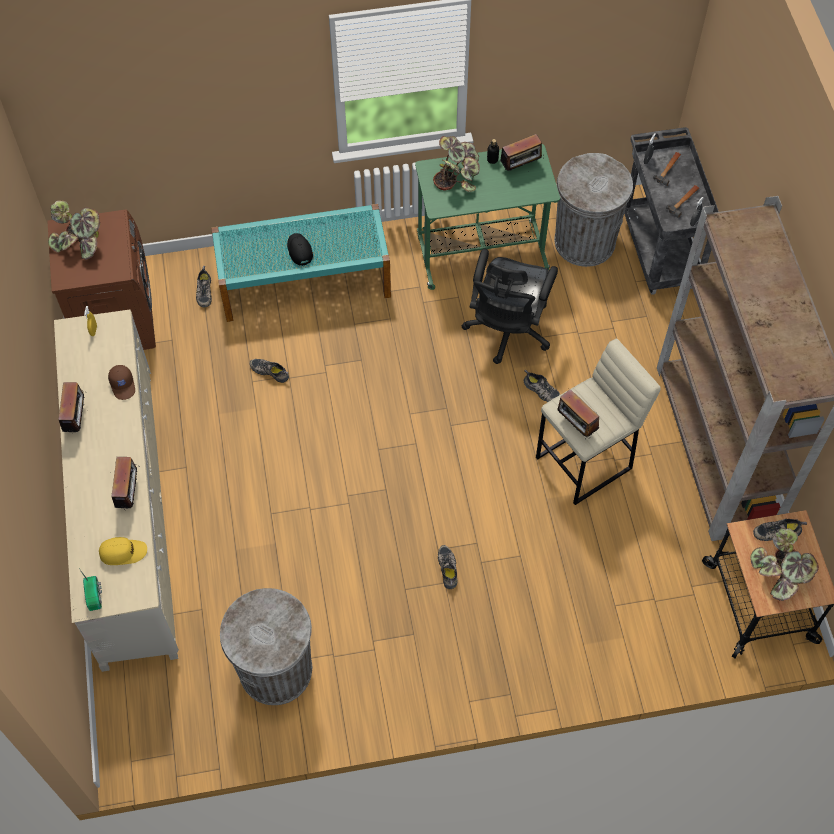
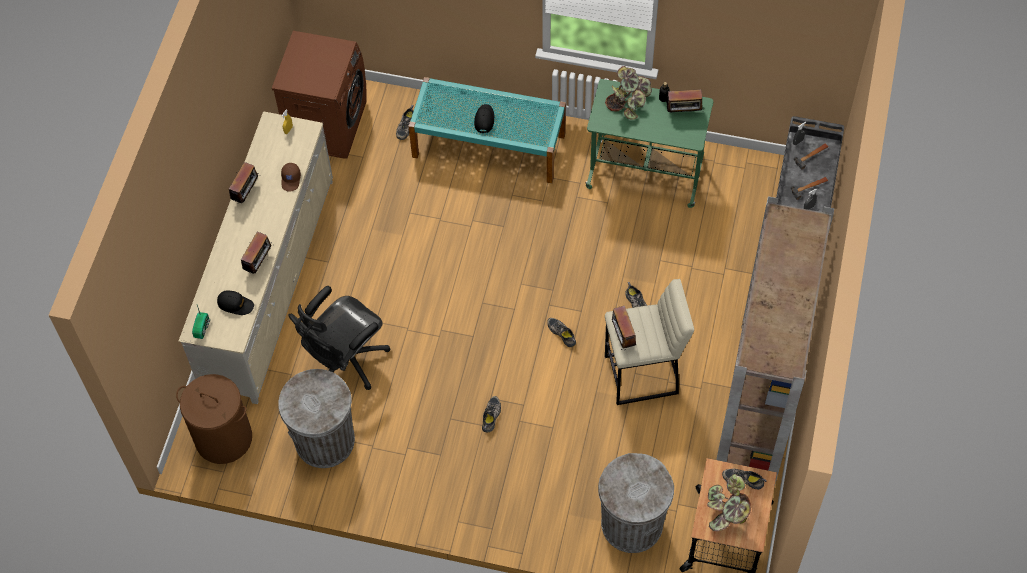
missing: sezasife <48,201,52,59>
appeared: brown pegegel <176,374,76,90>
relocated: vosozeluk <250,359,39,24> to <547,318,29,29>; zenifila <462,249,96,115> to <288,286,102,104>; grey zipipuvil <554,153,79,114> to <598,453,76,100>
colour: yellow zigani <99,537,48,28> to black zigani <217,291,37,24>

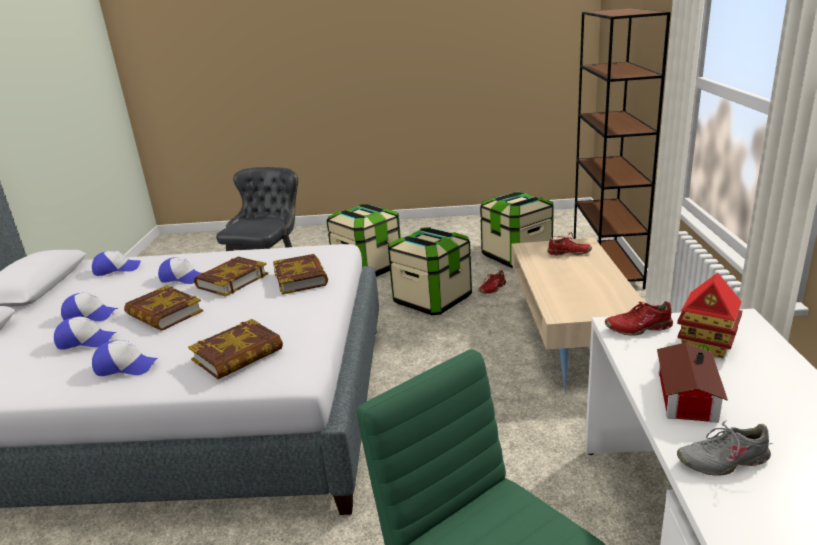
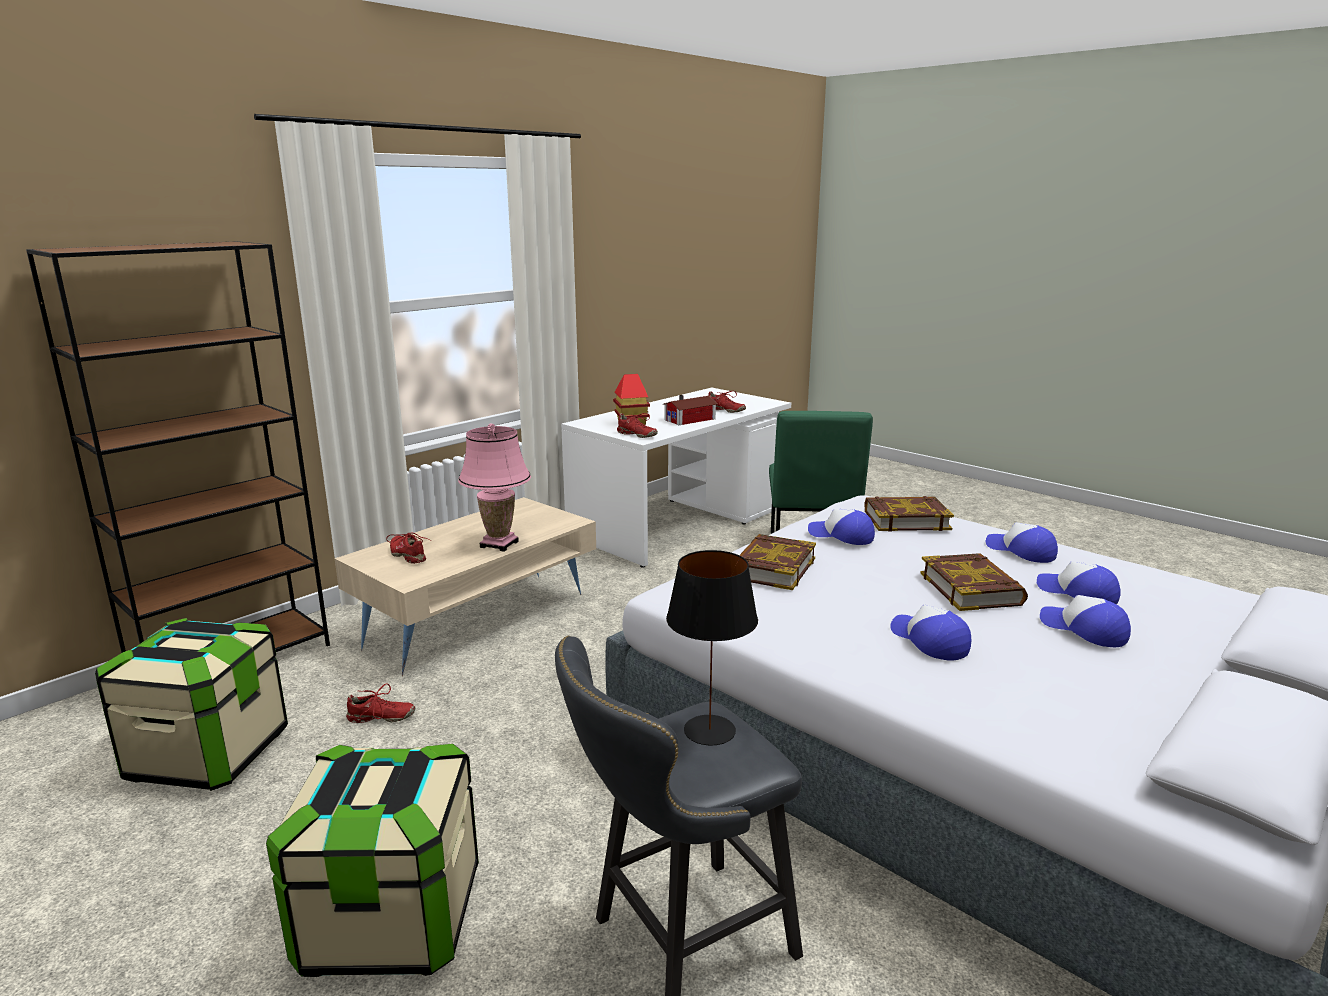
missing: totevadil <194,257,74,40>; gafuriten <388,227,84,88>
appeared: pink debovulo <458,423,73,129>; black debovulo <666,550,92,195>
relocated: zigani <92,251,49,25> to <808,509,67,36>
colour: grey vosozeluk <677,421,96,55> to red vosozeluk <708,390,38,23>

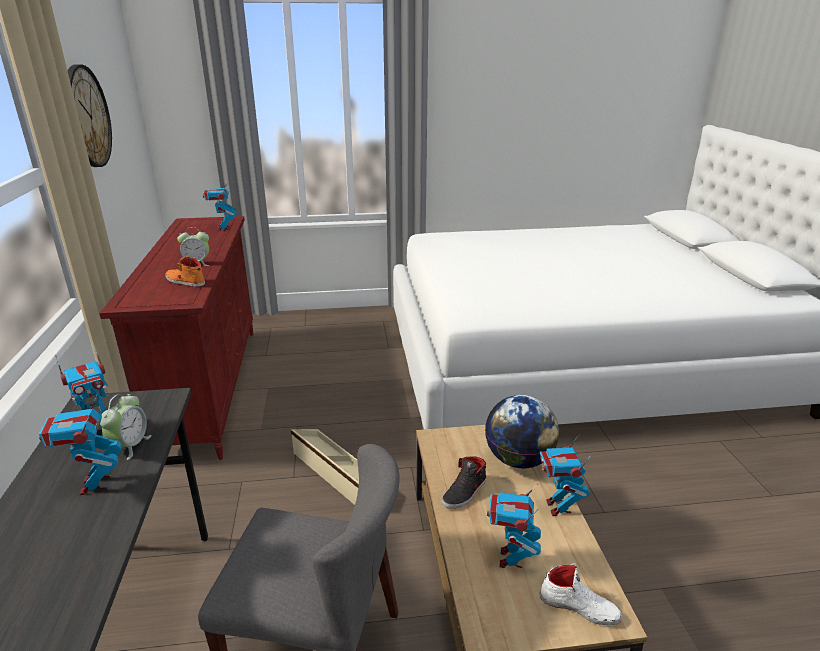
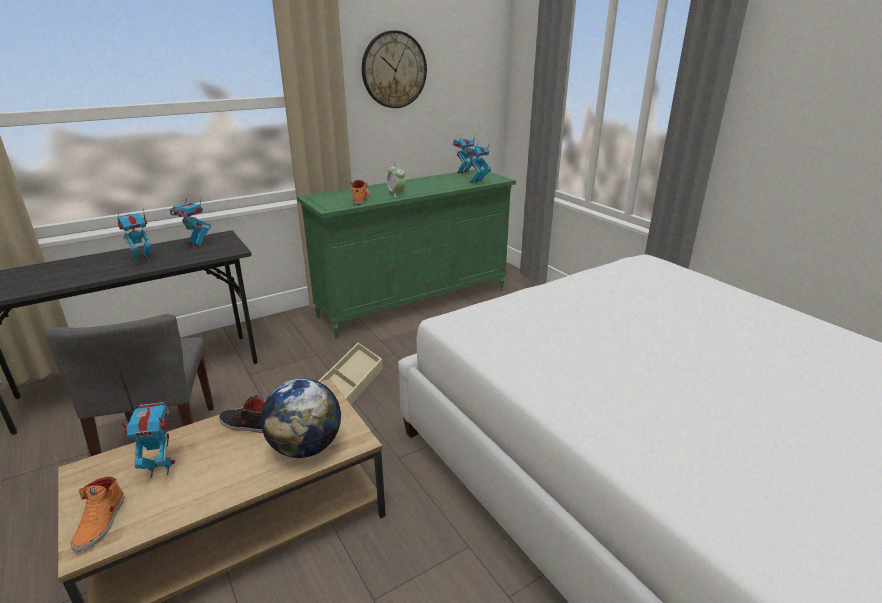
missing: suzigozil <100,394,52,66>
relocated: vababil <540,434,51,82> to <453,134,23,41>
colour: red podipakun <99,216,154,244> to green podipakun <296,169,220,169>; white vosozeluk <540,563,82,62> to orange vosozeluk <71,476,54,75>

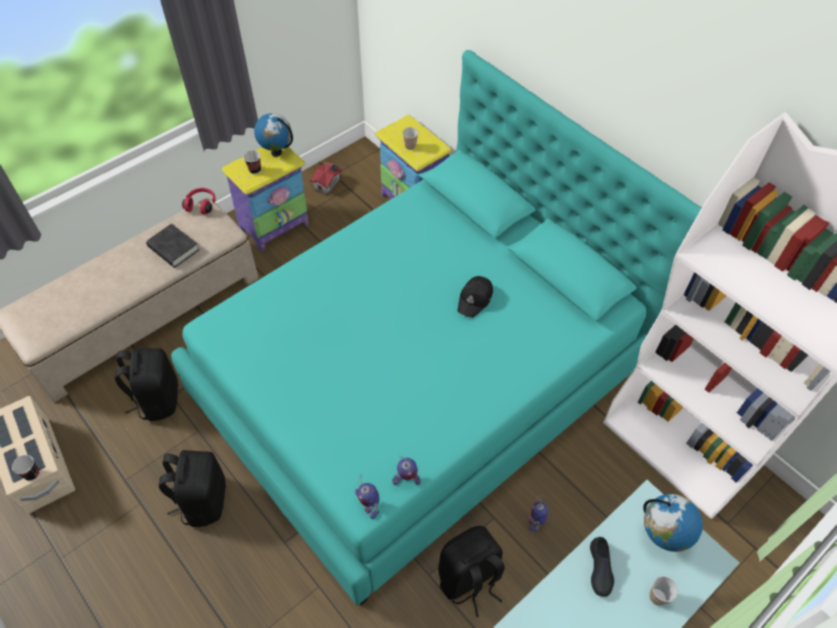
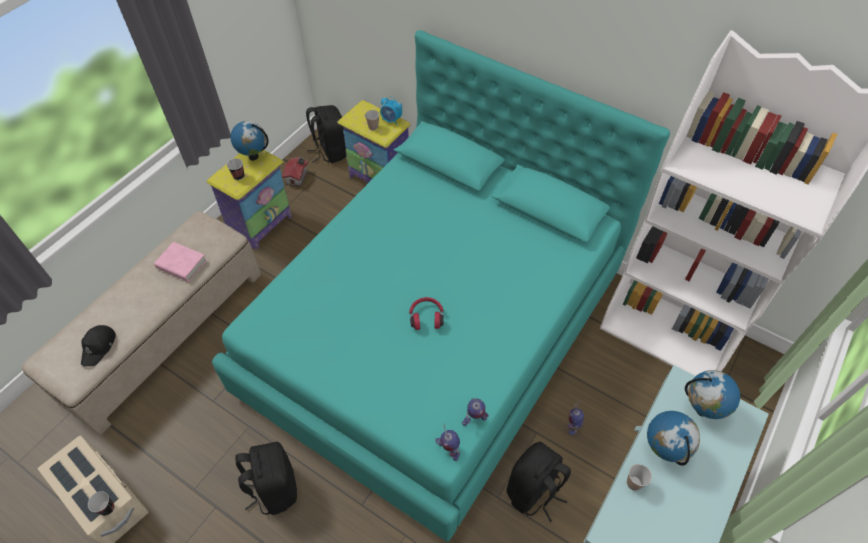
appeared: suzigozil <380,96,22,29>
relocated: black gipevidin <115,348,63,73> to <306,105,41,58>; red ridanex <182,188,34,27> to <409,297,35,33>; black zigani <458,276,35,42> to <81,325,35,42>; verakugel <649,576,29,30> to <627,464,25,27>
exchanged: black vosozeluk <590,537,24,60> to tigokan <647,411,53,54>
colour: black totevadil <146,224,53,44> to pink totevadil <154,242,53,40>

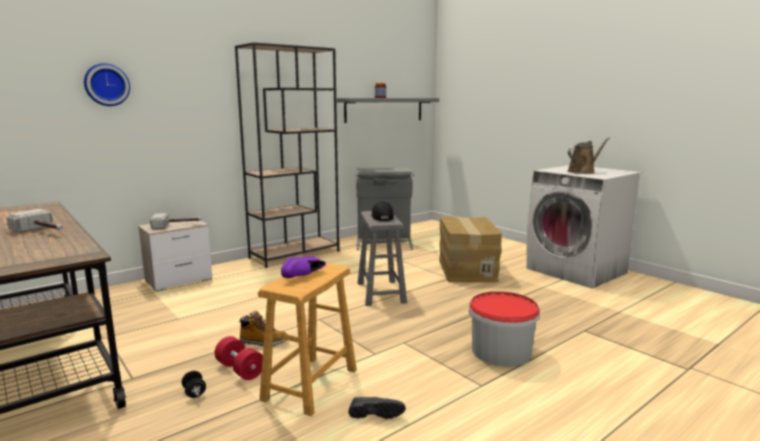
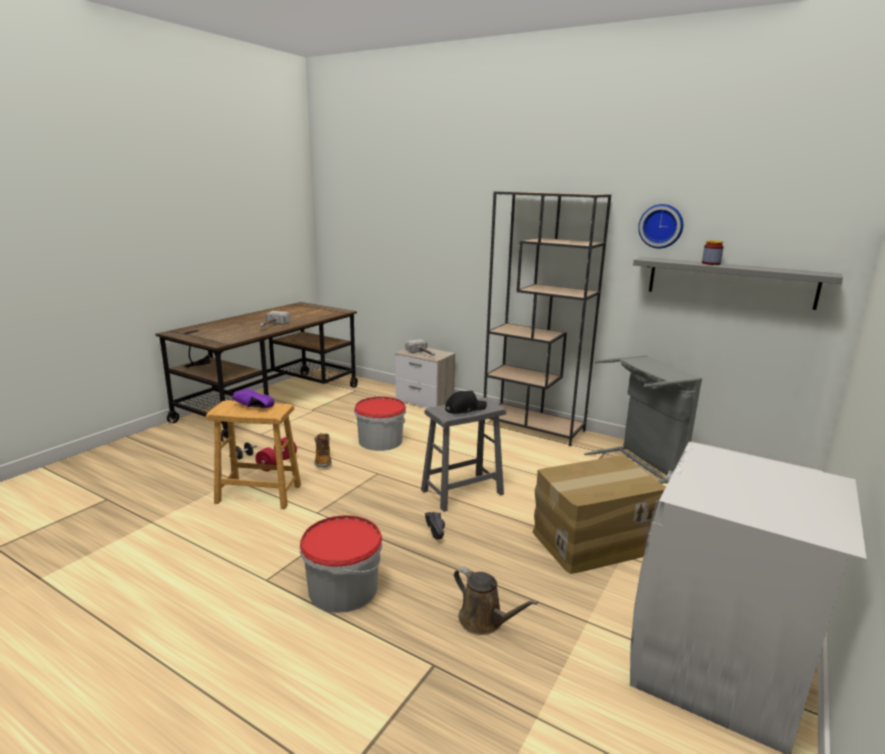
appeared: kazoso <354,397,52,54>
relocated: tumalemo <84,63,46,43> to <638,204,45,44>; black vosozeluk <349,397,57,22> to <425,512,20,28>; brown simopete <567,137,43,37> to <454,567,84,68>

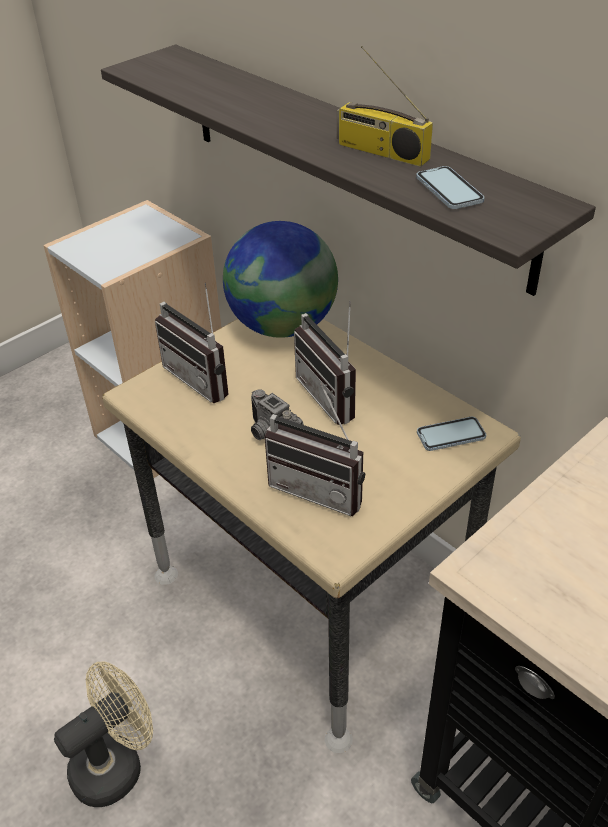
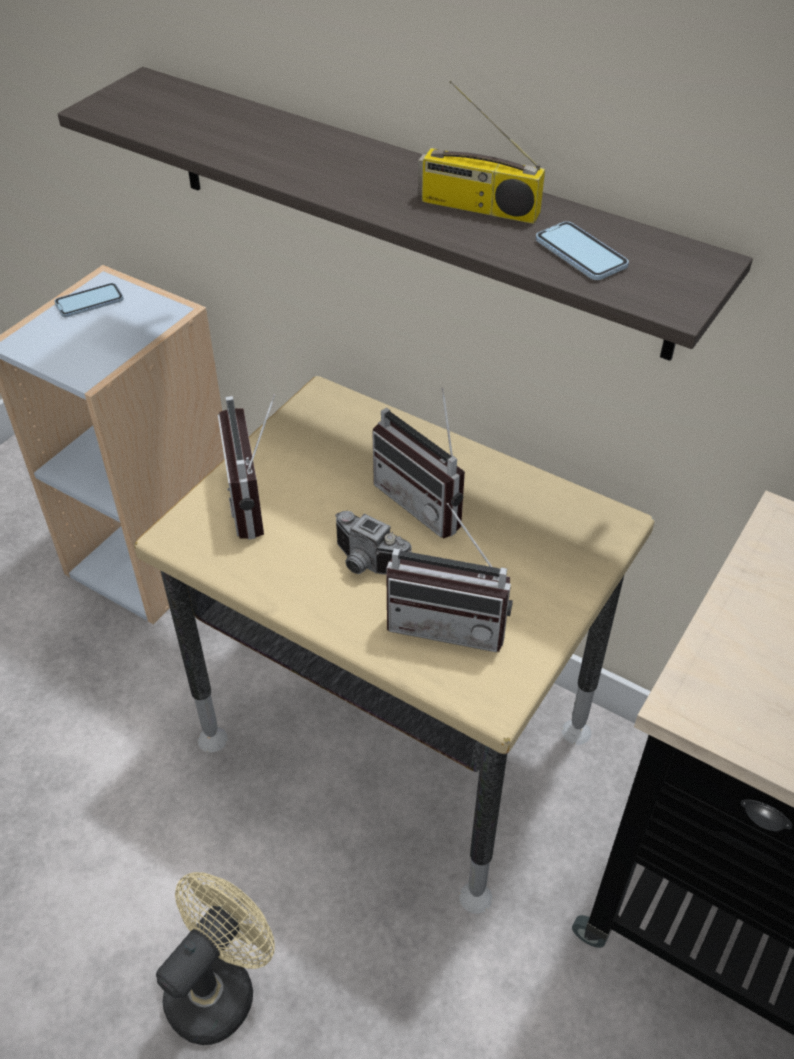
missing: tigokan <223,221,115,117>
relocated: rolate <417,417,69,34> to <54,283,70,34>
spun: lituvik <155,283,74,120> = <218,394,57,146> 45 degrees clockwise

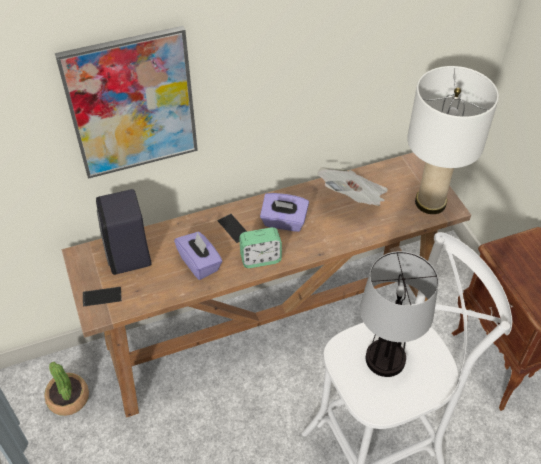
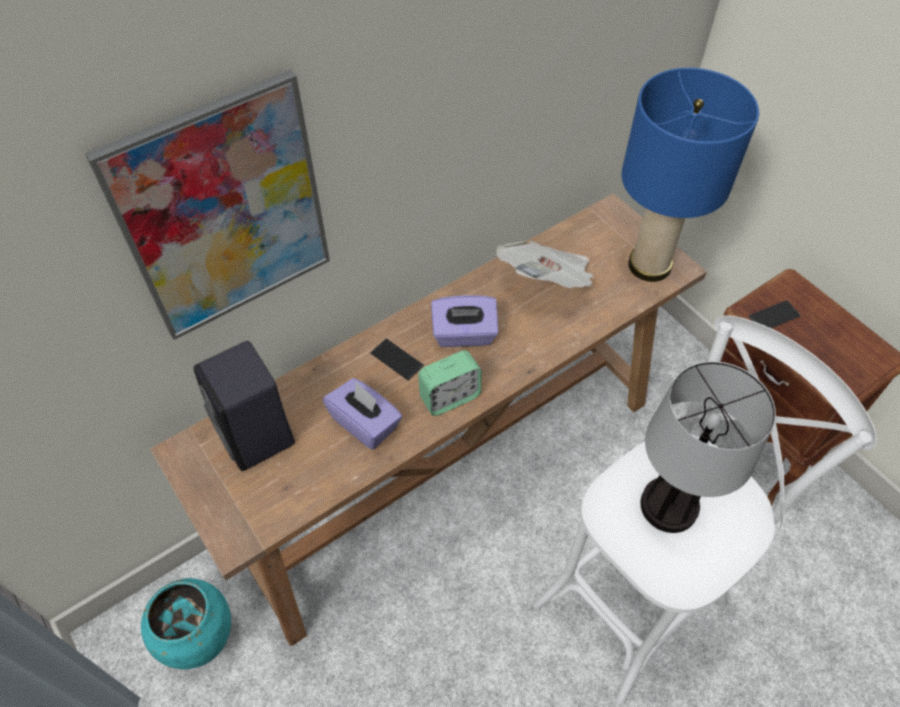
relocated: rolate <83,287,39,20> to <748,300,53,28>
exchanged: sezasife <44,362,45,54> to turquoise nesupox <141,578,90,91>
colour: white debovulo <407,66,92,148> to blue debovulo <621,68,138,214>

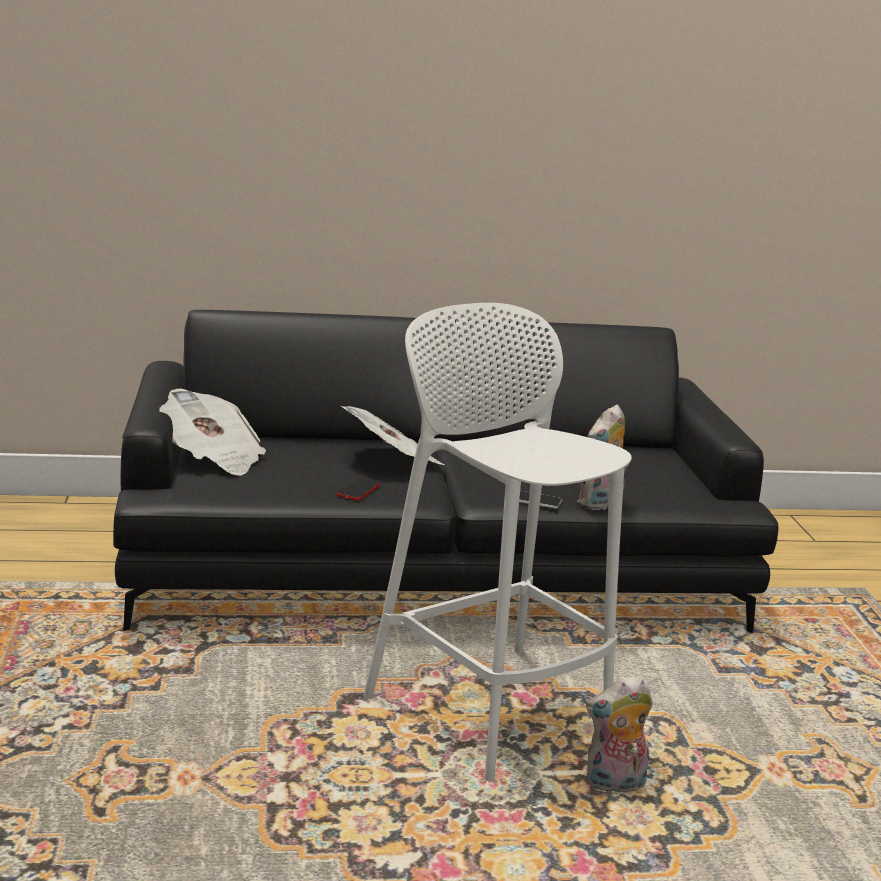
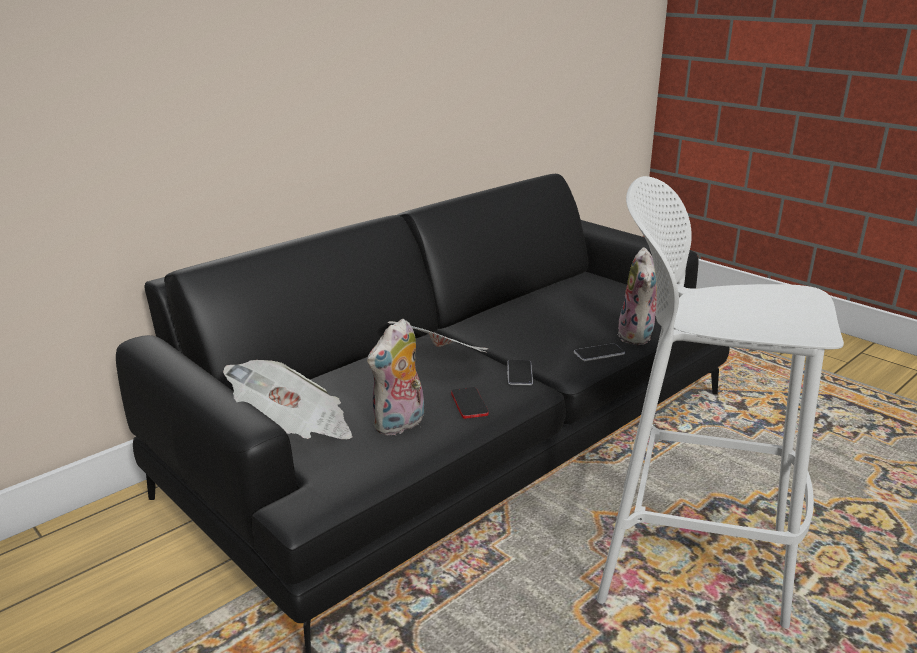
appeared: rolate <507,360,26,26>
relocated: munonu <586,675,67,118> to <367,318,57,118>

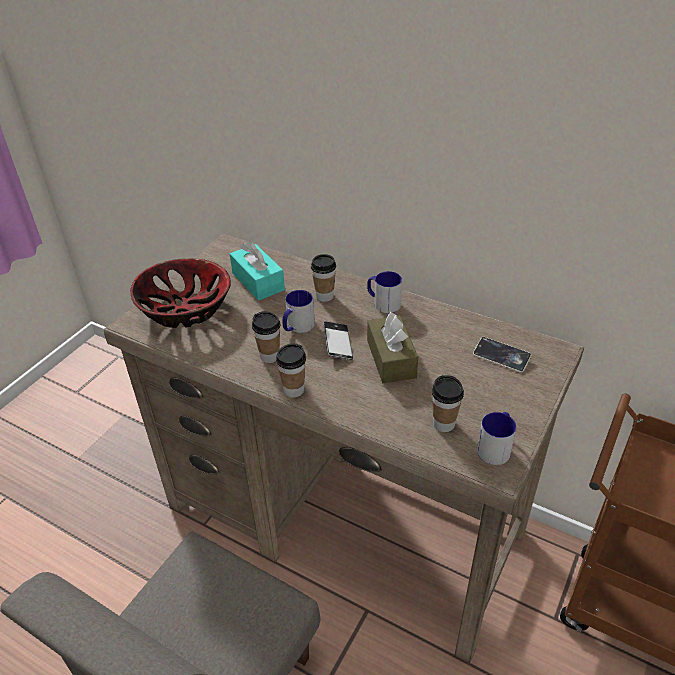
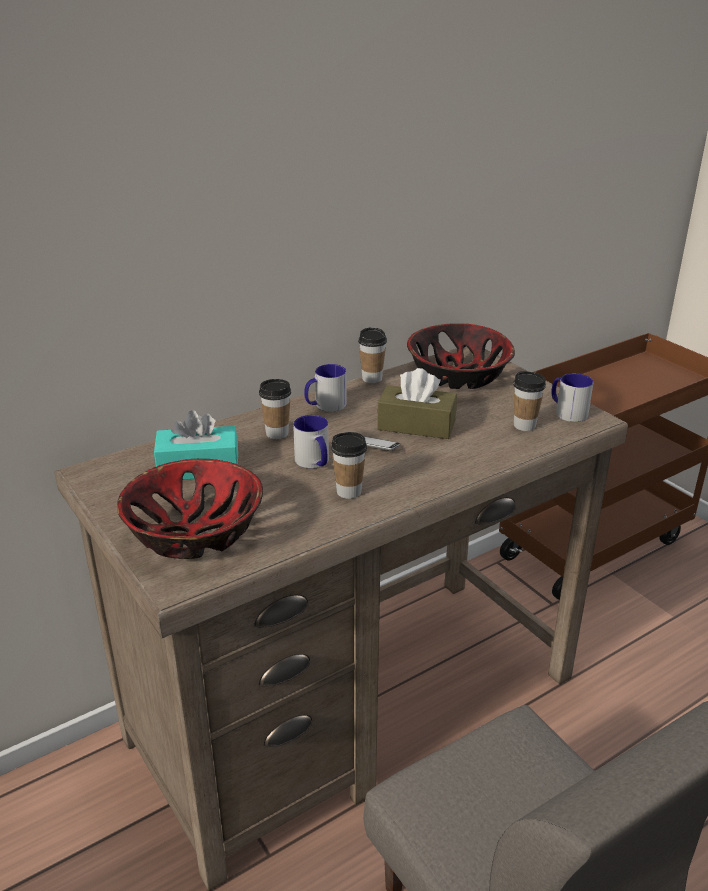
relocated: verakugel <276,343,30,55> to <358,328,29,55>
exchanged: rolate <473,337,58,36> to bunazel <407,323,108,66>

